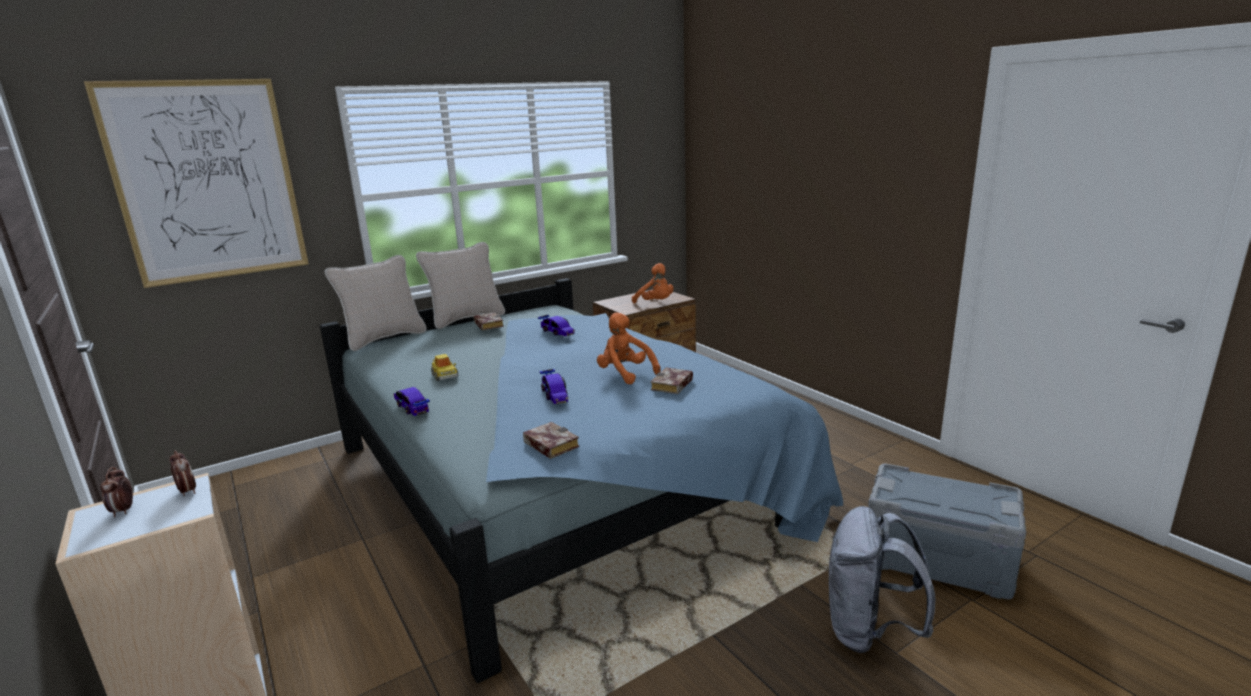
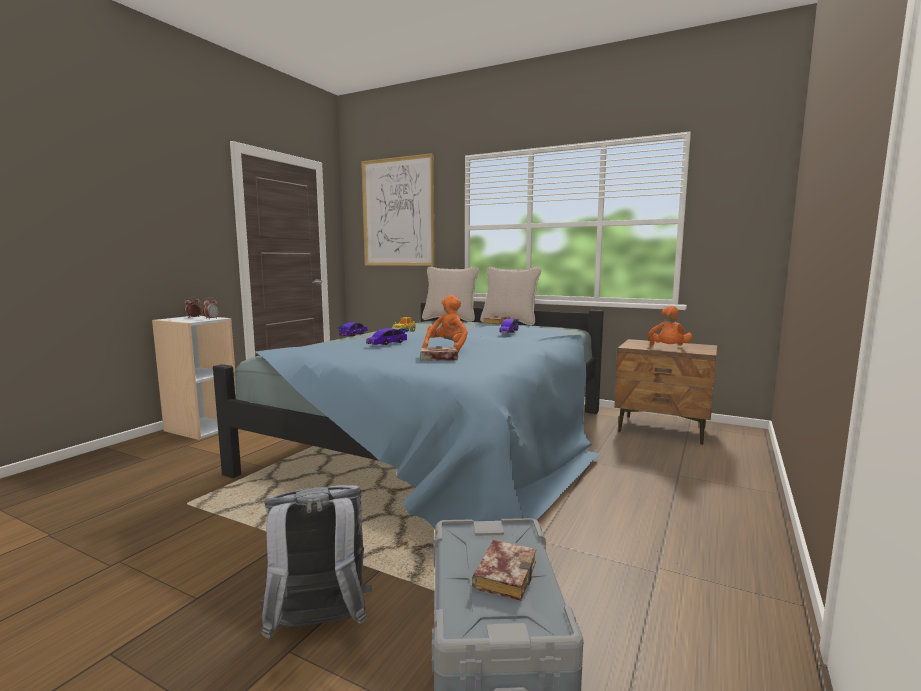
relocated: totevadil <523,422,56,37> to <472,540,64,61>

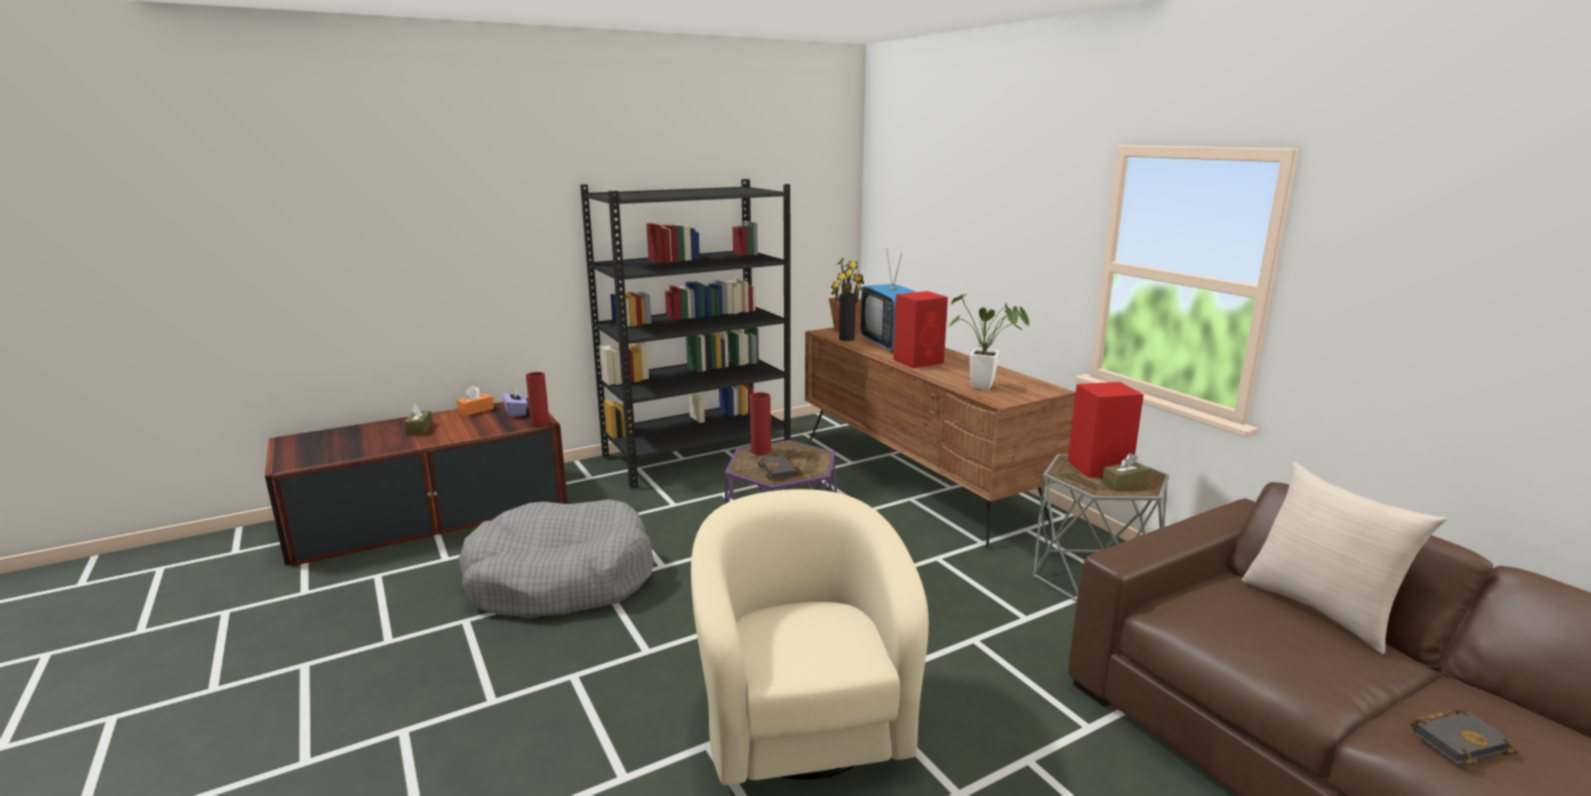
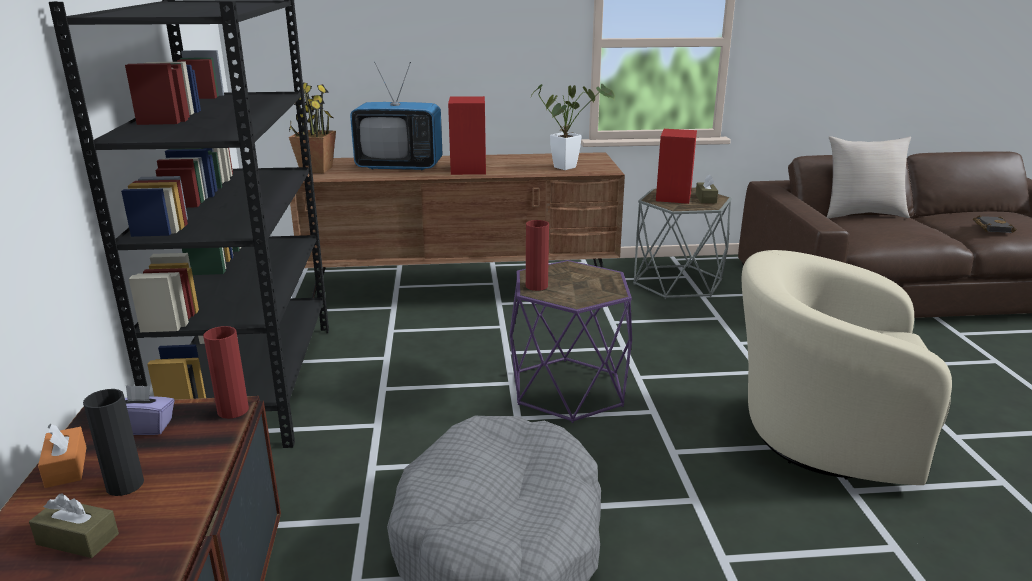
missing: black totevadil <757,455,44,25>
relocated: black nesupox <839,293,17,48> to <83,389,61,107>

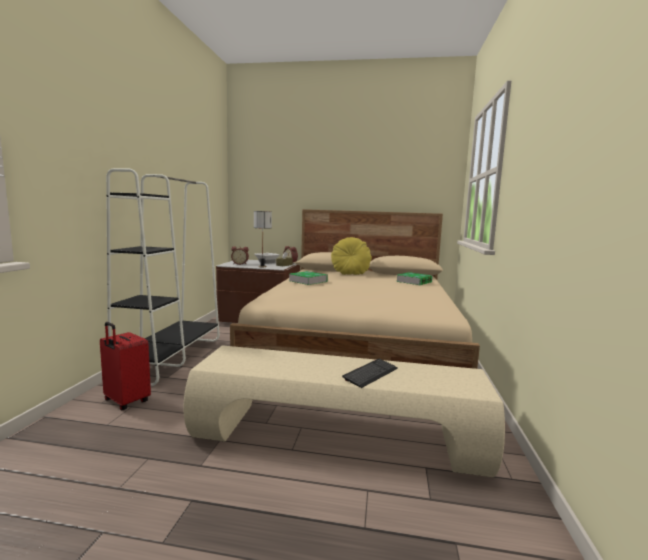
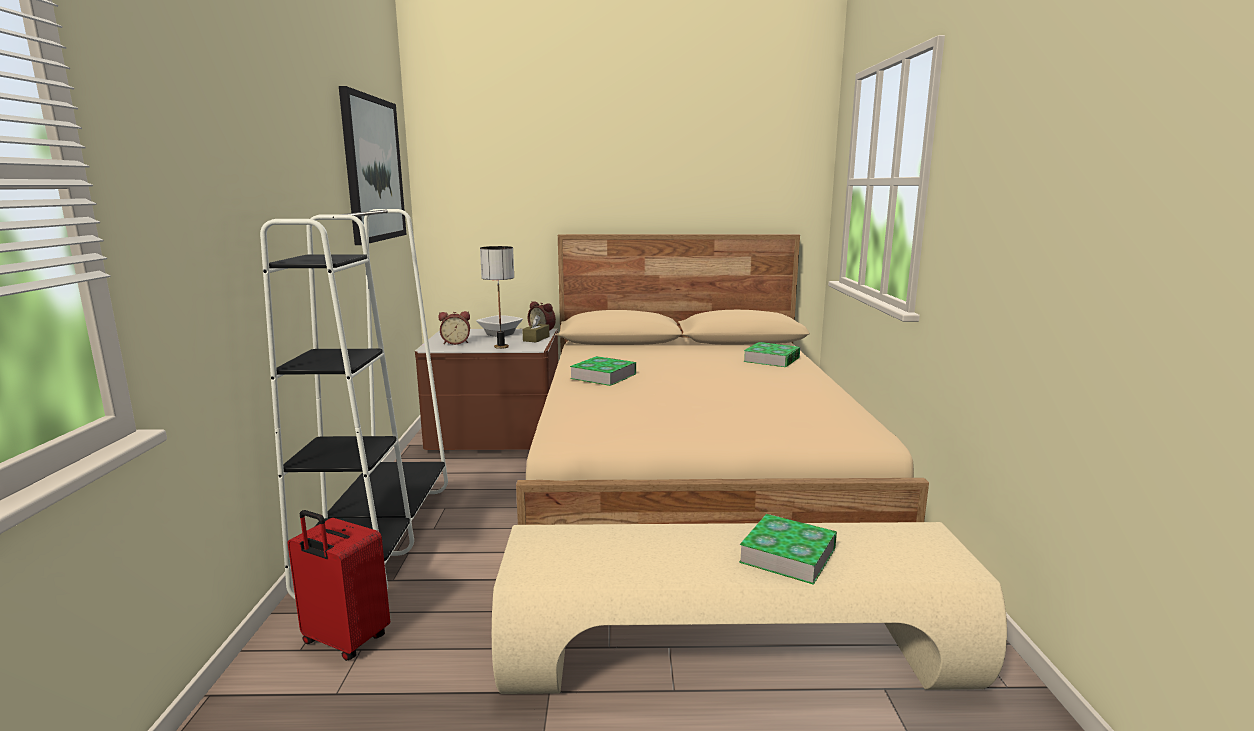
missing: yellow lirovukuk <331,237,41,38>
appeared: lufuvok <339,86,68,159>
exchanged: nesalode <342,359,56,29> to totevadil <739,514,98,71>

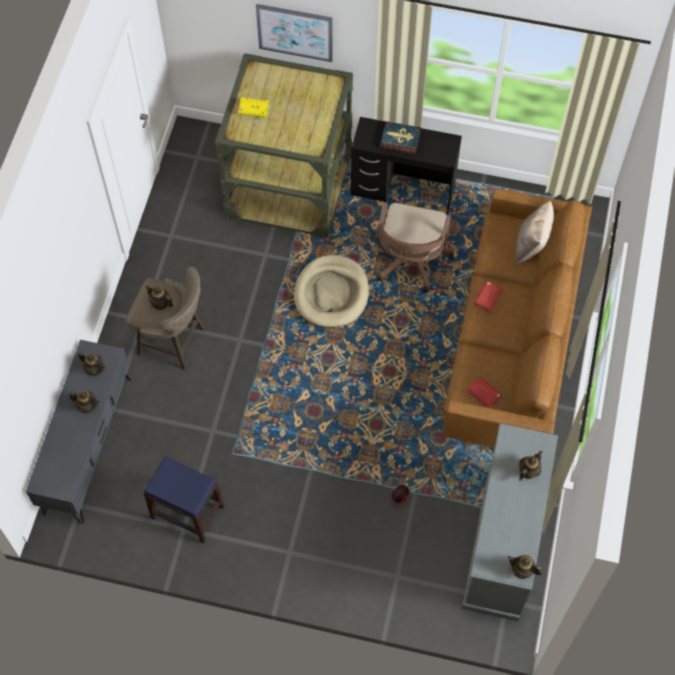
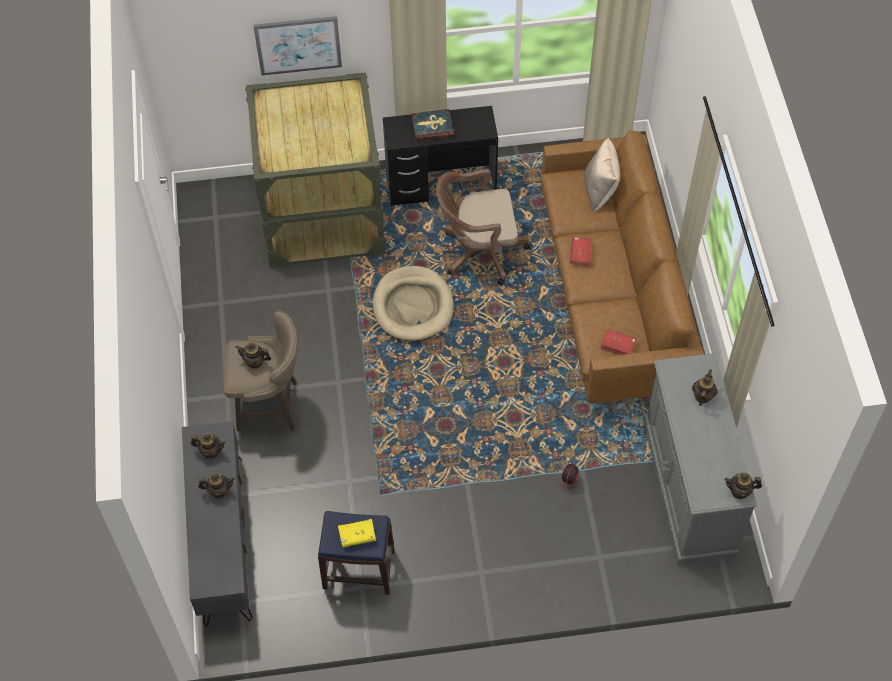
relocated: yellow totevadil <238,97,31,21> to <338,519,38,28>
spun: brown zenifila <374,202,80,91> = <436,169,93,116> 90 degrees clockwise

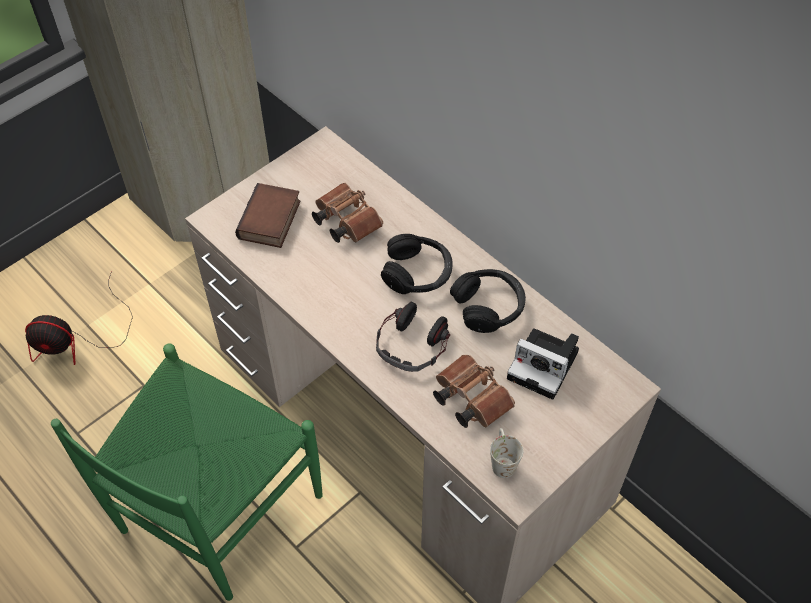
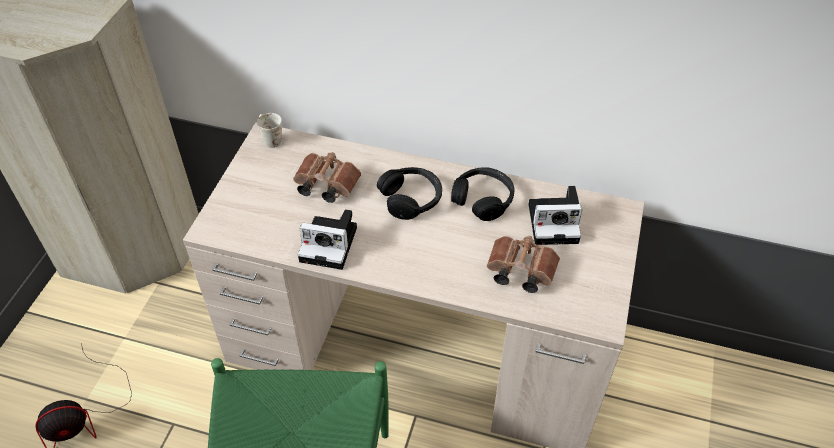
missing: totevadil <235,183,65,65>; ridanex <376,301,74,71>
appeared: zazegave <298,209,59,61>
relocated: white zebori <490,428,34,50> to <257,113,25,35>

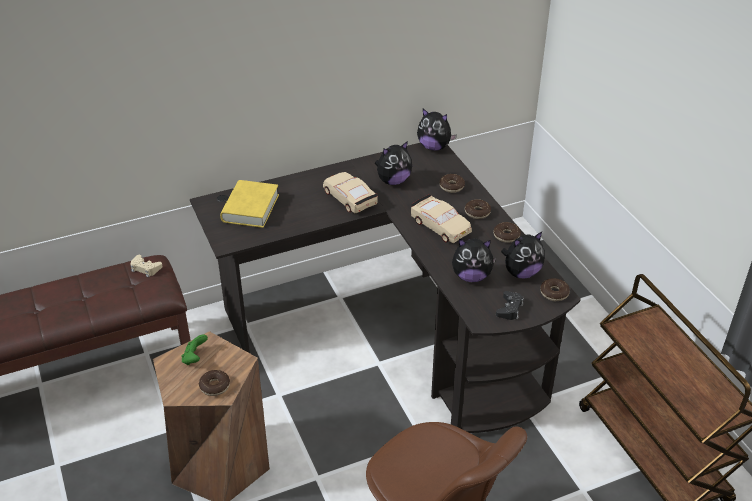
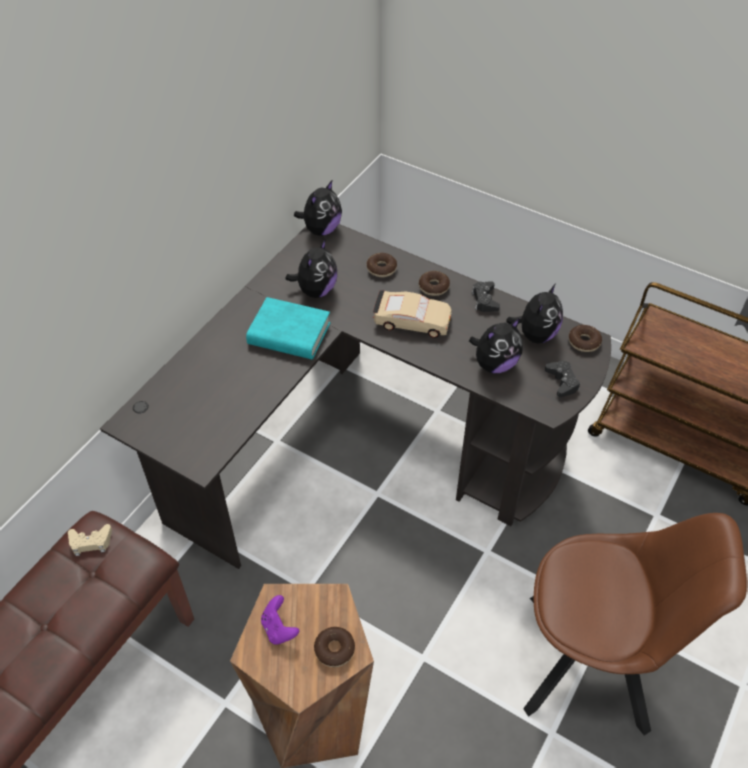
missing: yellow totevadil <220,180,59,48>
exchanged: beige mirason <323,172,55,41> to turquoise totevadil <246,297,84,62>; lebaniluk <494,222,27,21> to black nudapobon <471,281,29,31>
colour: green nudapobon <181,334,27,31> to purple nudapobon <261,595,38,49>
spun: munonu <417,109,40,42> = <294,181,48,55> 45 degrees counterclockwise

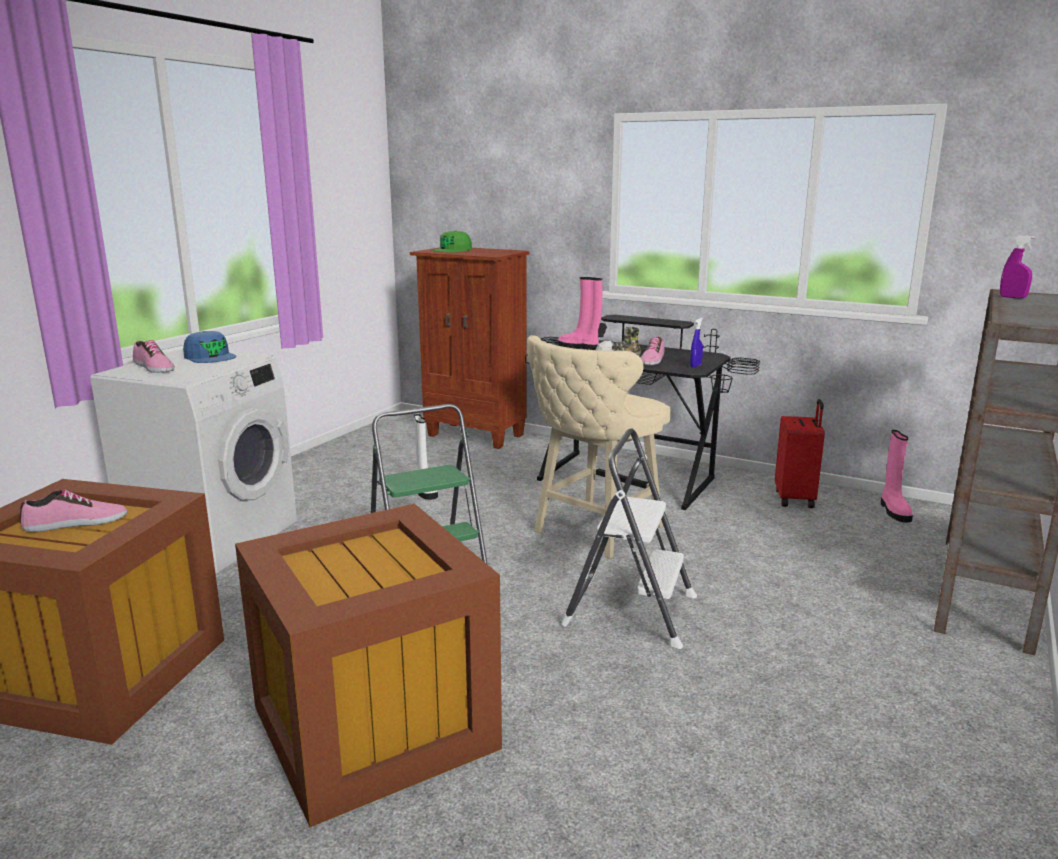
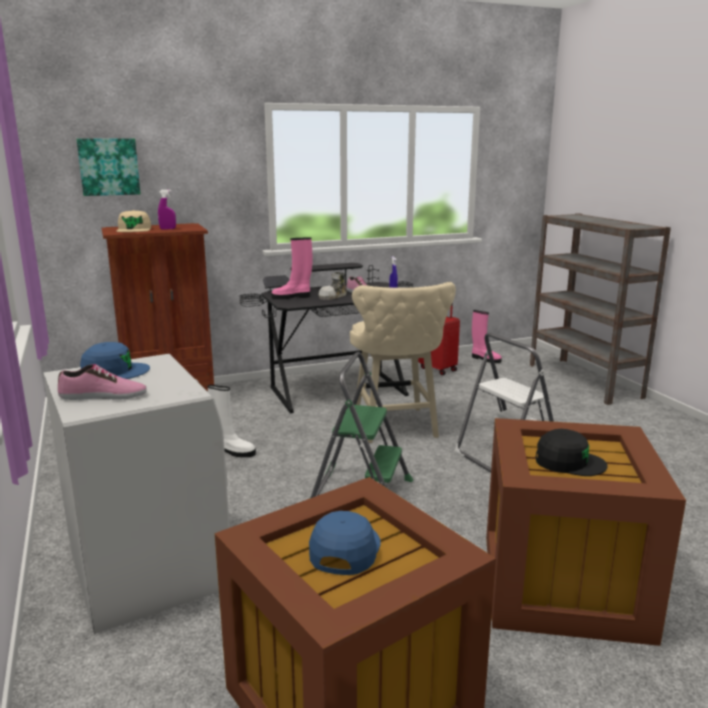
appeared: lufuvok <77,138,64,58>; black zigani <536,429,72,47>
relocated: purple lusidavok <1000,236,36,62> to <158,190,18,39>
exchanged: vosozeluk <20,489,107,43> to blue zigani <309,511,72,64>
colour: green zigani <432,230,40,22> to beige zigani <117,210,34,22>

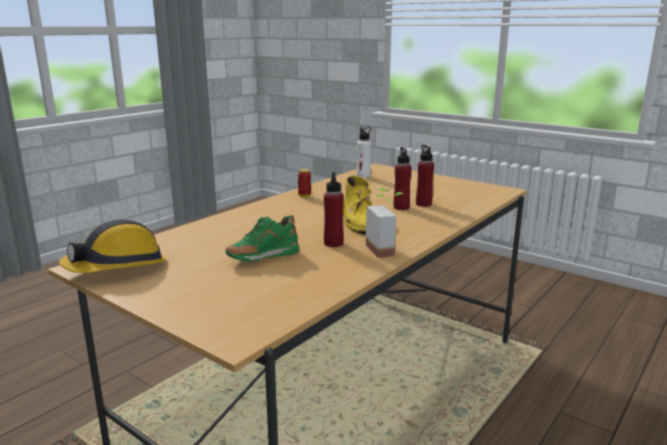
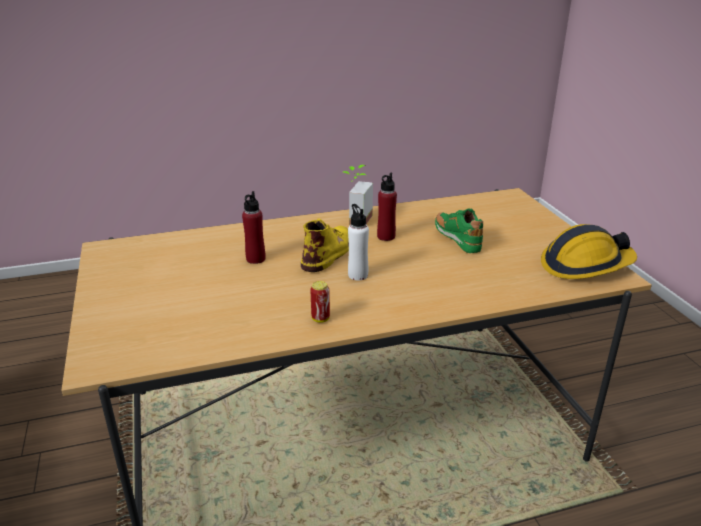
missing: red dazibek <416,145,18,62>
relocated: white dazibek <357,127,15,52> to <348,204,21,76>
spun: green vosozeluk <225,215,74,46> = <435,208,48,45> 120 degrees counterclockwise

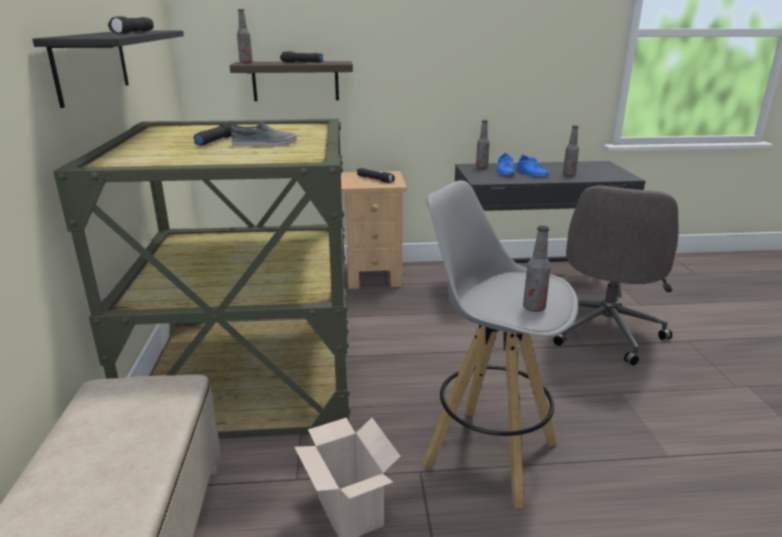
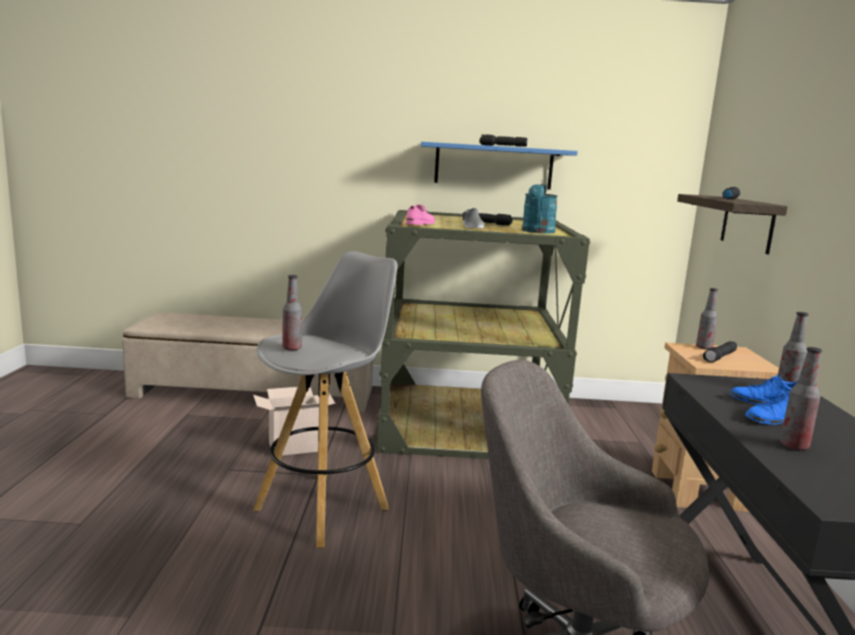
appeared: pink vosozeluk <406,204,29,21>; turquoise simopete <522,184,36,49>
relocated: dazibek <237,9,16,55> to <696,288,22,62>
colour: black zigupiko <32,30,152,78> to blue zigupiko <421,142,157,48>

